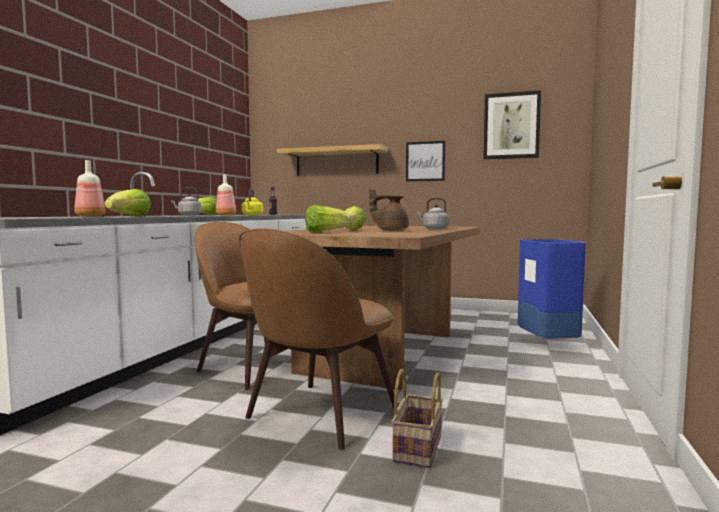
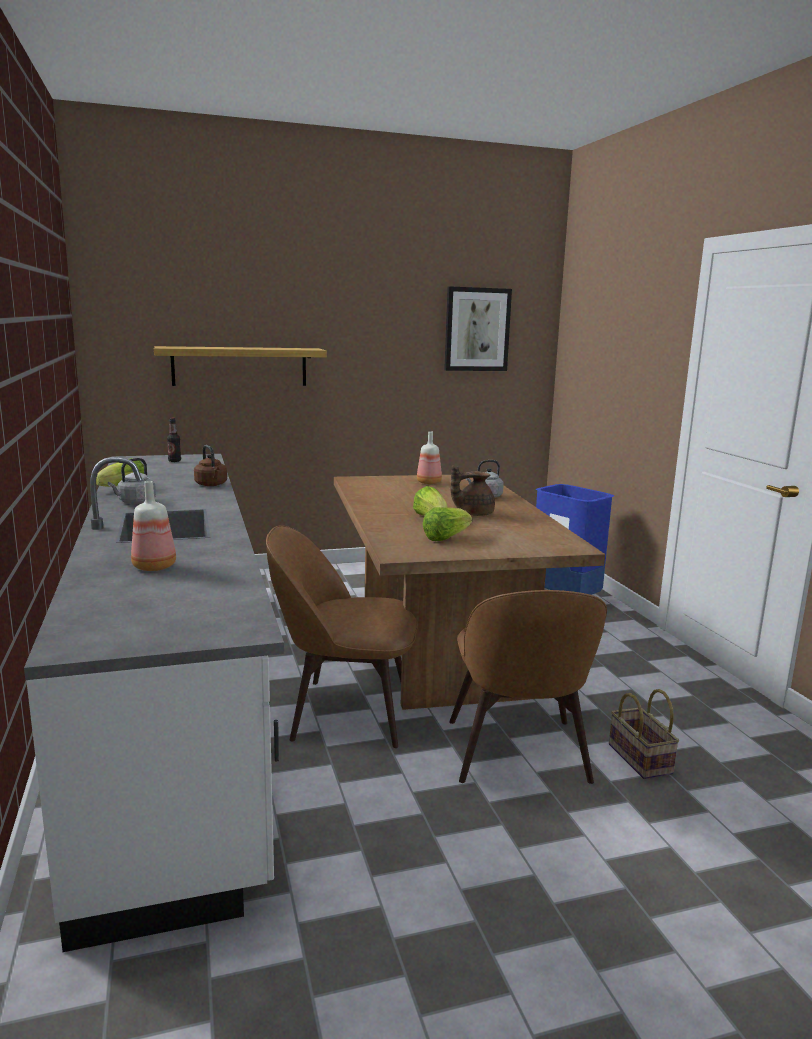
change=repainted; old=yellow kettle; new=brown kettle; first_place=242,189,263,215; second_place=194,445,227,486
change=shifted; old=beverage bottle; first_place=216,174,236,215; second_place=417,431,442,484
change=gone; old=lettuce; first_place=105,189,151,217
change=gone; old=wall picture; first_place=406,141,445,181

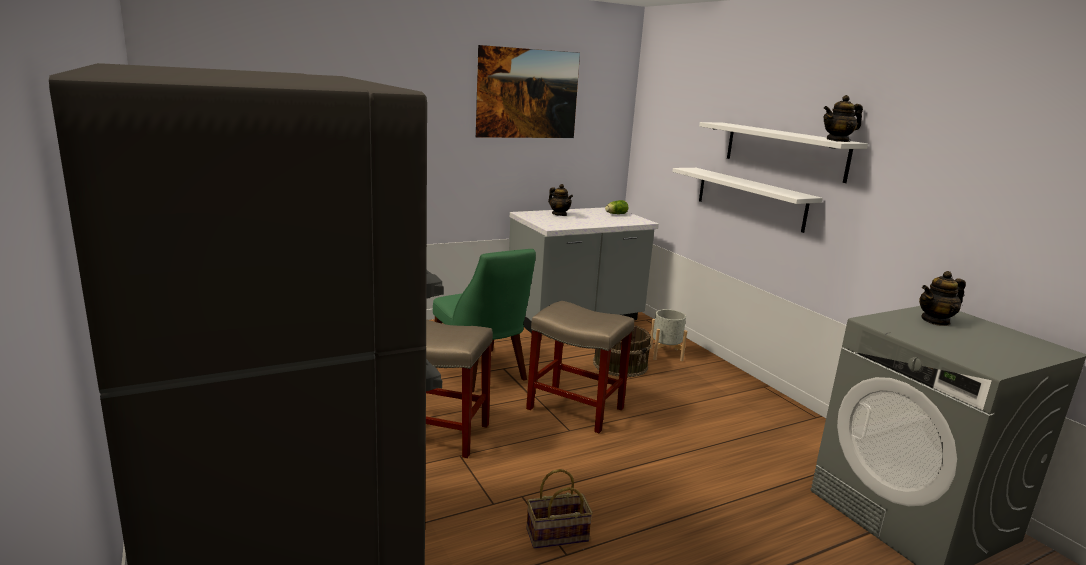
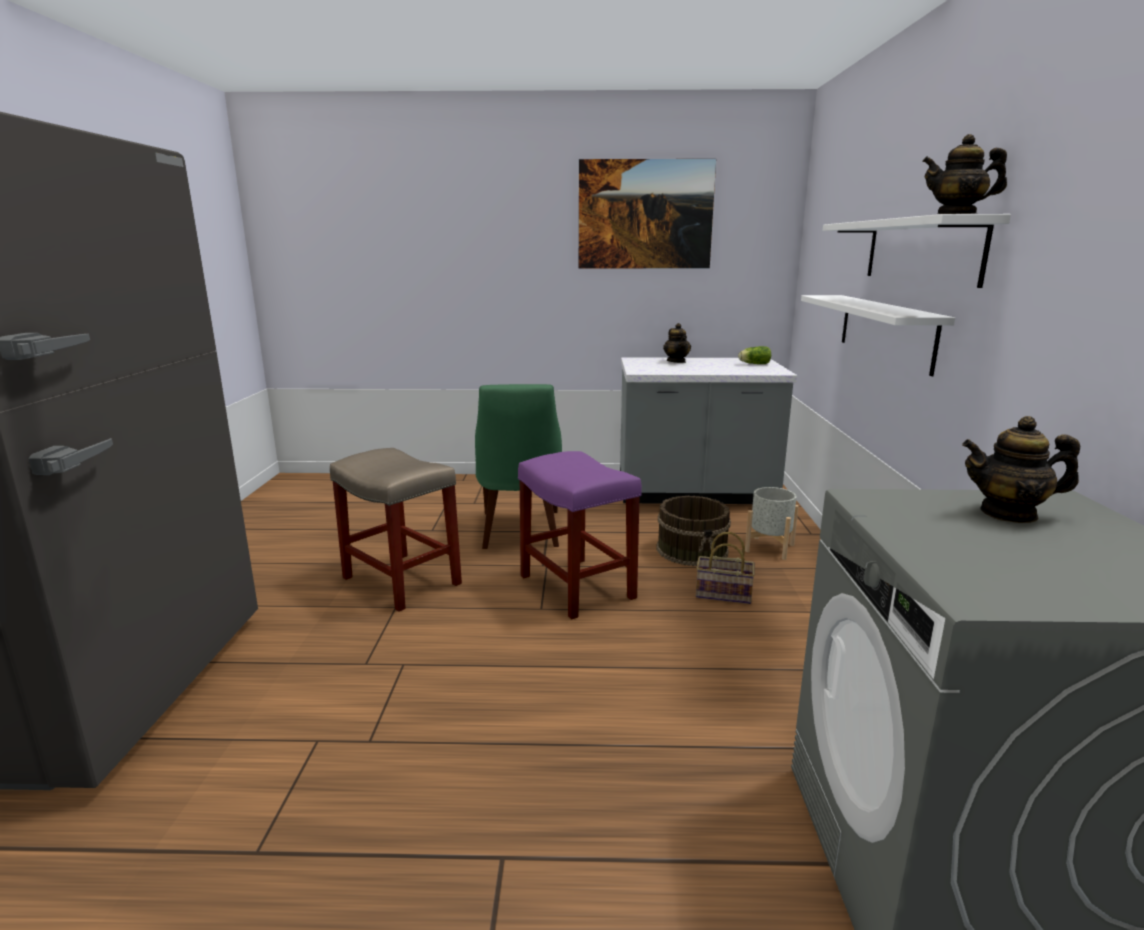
change=repainted; old=beige-coloured stool; new=purple-coloured stool; first_place=526,301,634,433; second_place=518,451,642,619
change=shifted; old=storage basket; first_place=526,469,593,549; second_place=696,532,755,604

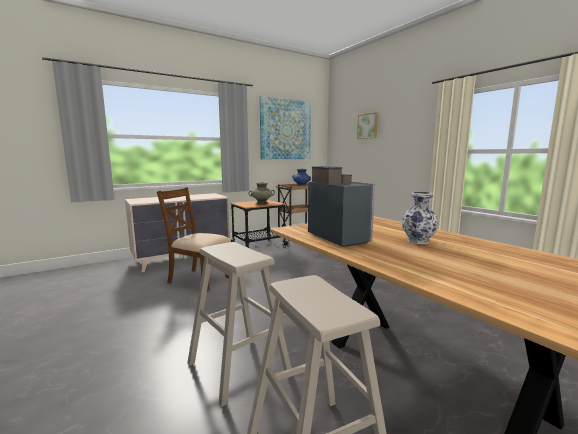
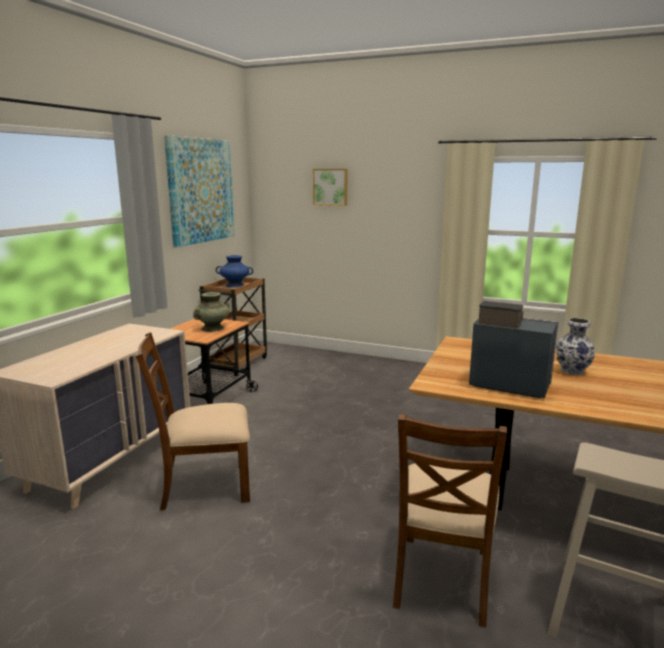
change=swapped; old=beige-coloured stool; new=brown plain chair; first_place=187,242,291,407; second_place=393,414,507,628

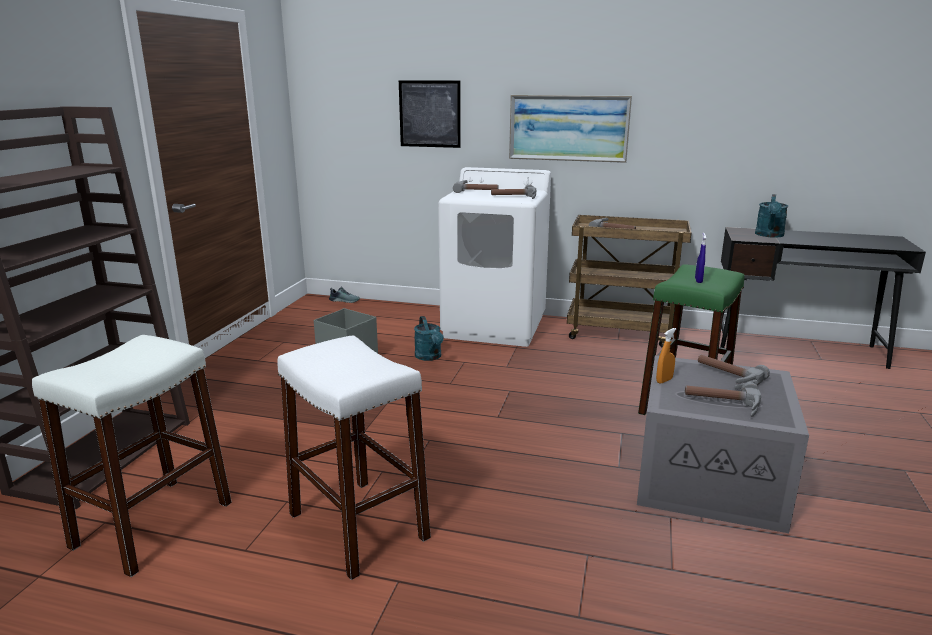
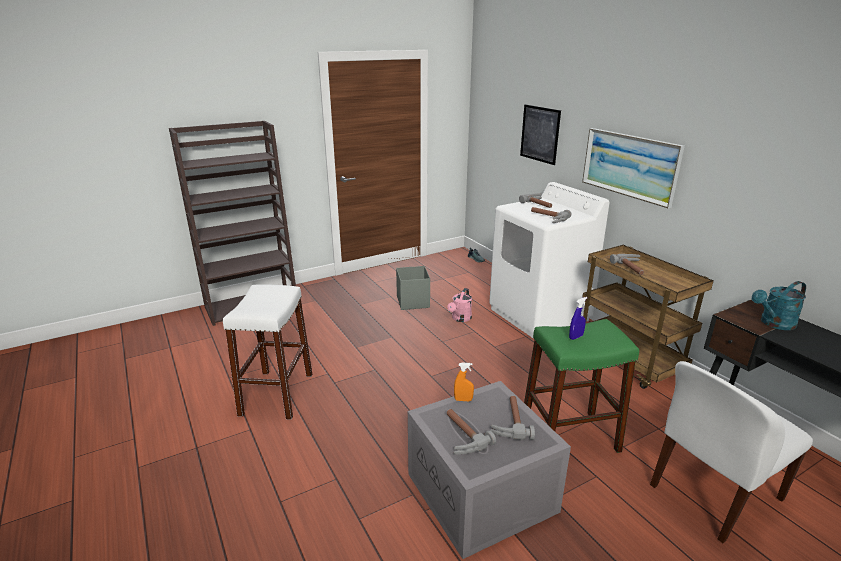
change=repainted; old=turquoise-coloured watering can; new=pink-coloured watering can; first_place=414,316,444,361; second_place=447,288,472,322
change=new; new=whitish plain chair; second_place=650,361,813,543
change=gone; old=whitish stool; first_place=32,335,232,577

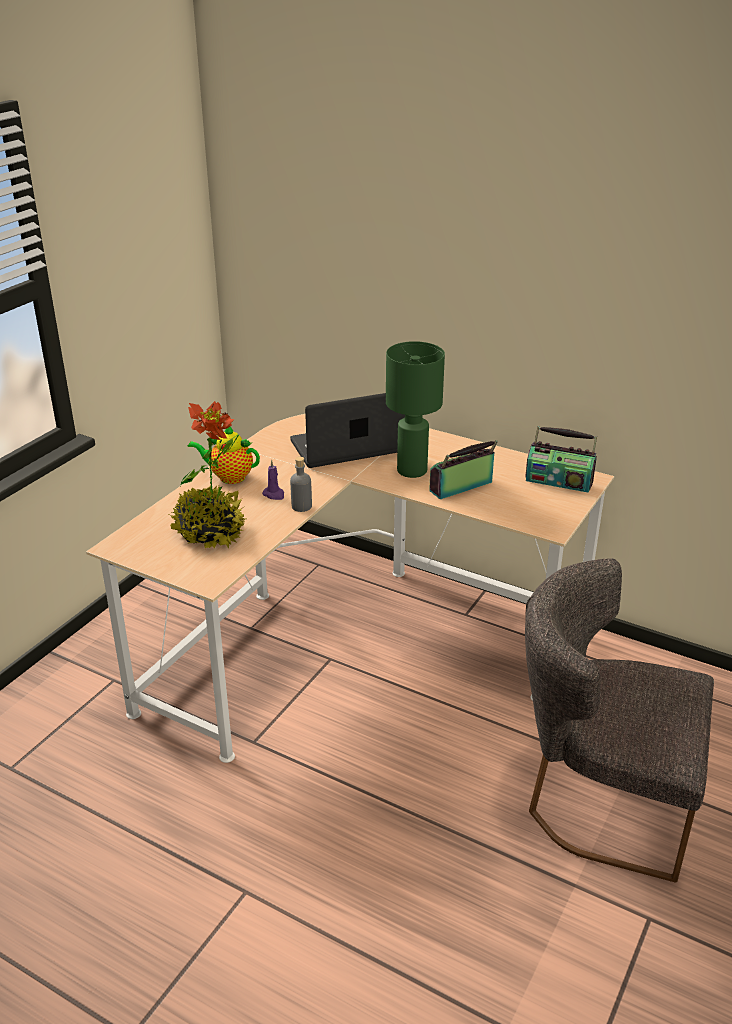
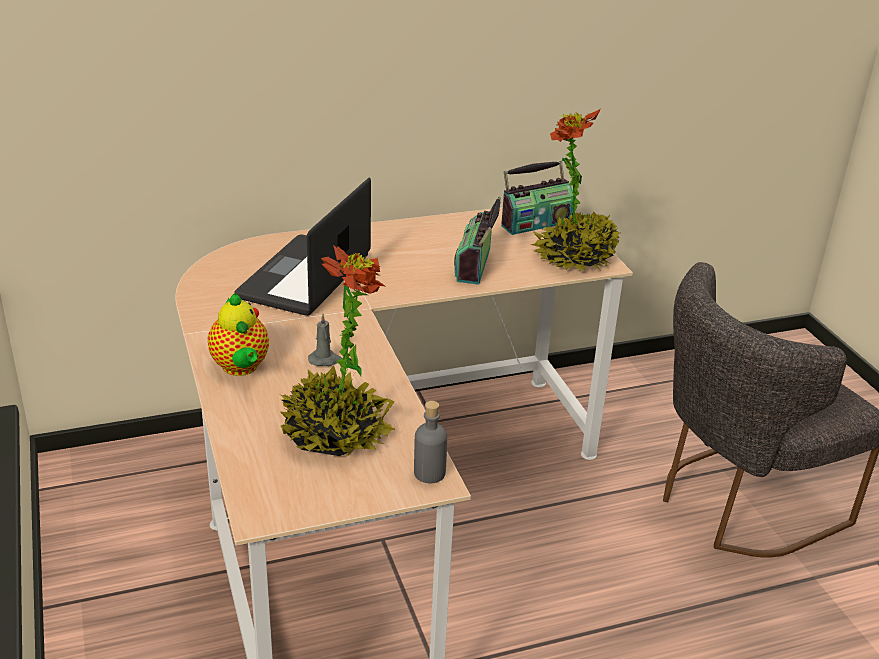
change=rotated; old=tea pot; first_place=188,427,260,484; second_place=208,293,269,376; degrees=-75
change=repainted; old=purple-coloured candle; new=grey candle; first_place=262,460,284,500; second_place=308,314,342,366
change=shifted; old=grey beverage bottle; first_place=290,457,312,512; second_place=414,401,447,483
change=new; new=plant in a pot; second_place=530,109,620,271
change=gone; old=green lamp for a table; first_place=386,341,445,478

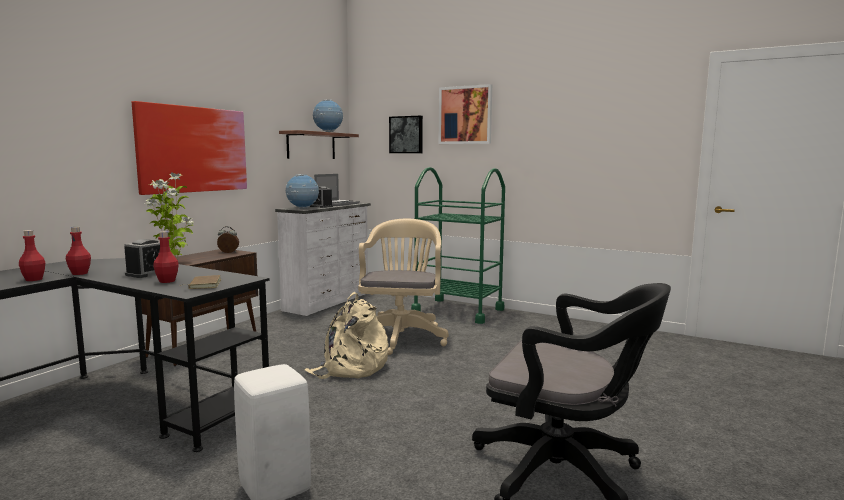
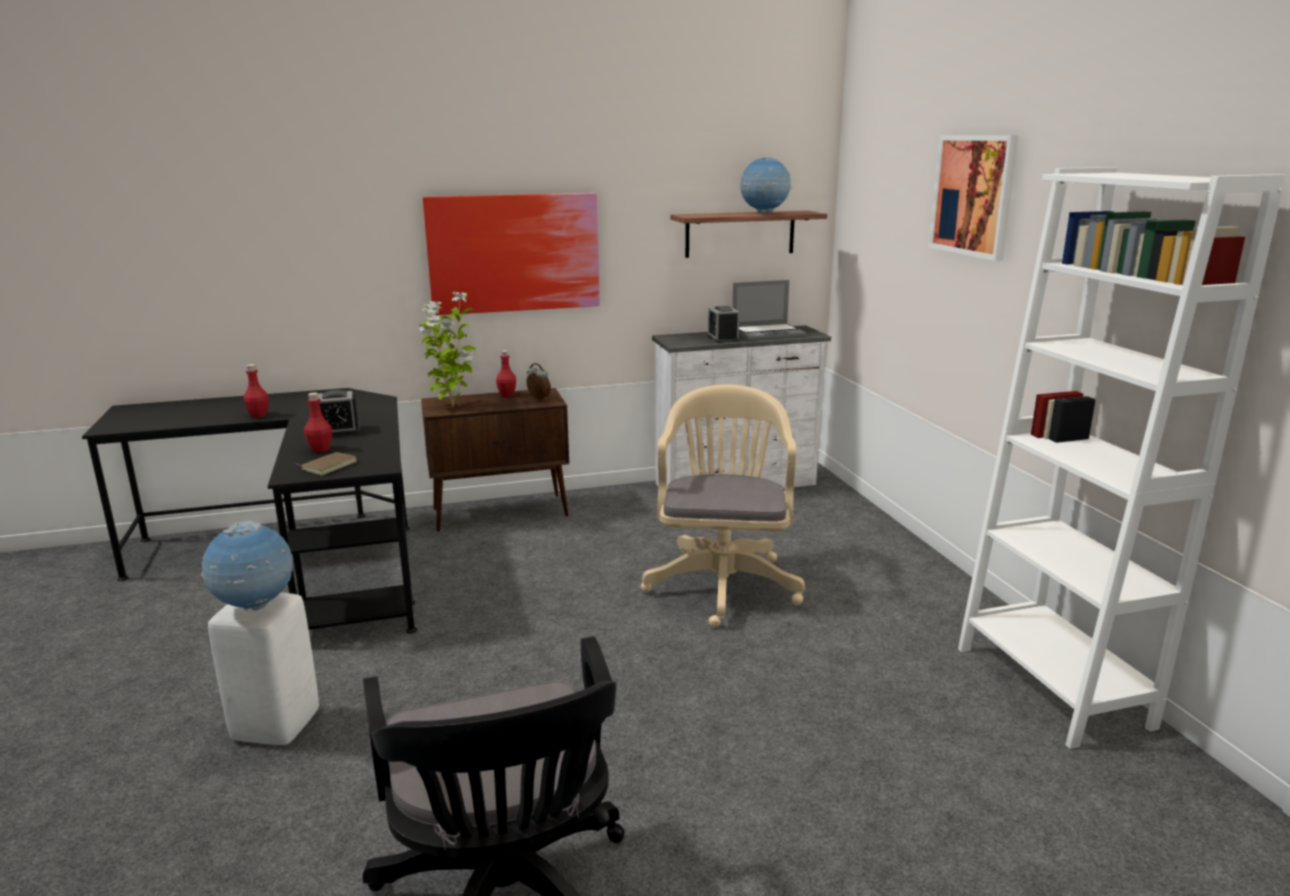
change=shifted; old=globe; first_place=286,174,319,209; second_place=201,521,293,611
change=shifted; old=red-coloured beverage bottle; first_place=66,227,91,275; second_place=496,350,516,397
change=rotated; old=beige-coloured computer chair; first_place=358,219,449,355; second_place=641,384,805,628; degrees=-45
change=new; new=whitish shelving unit; second_place=958,167,1286,749
change=gone; old=beige-coloured backpack; first_place=304,292,388,379
change=gone; old=wall picture; first_place=389,116,423,153
change=gone; old=green wheeled cart; first_place=411,167,505,324

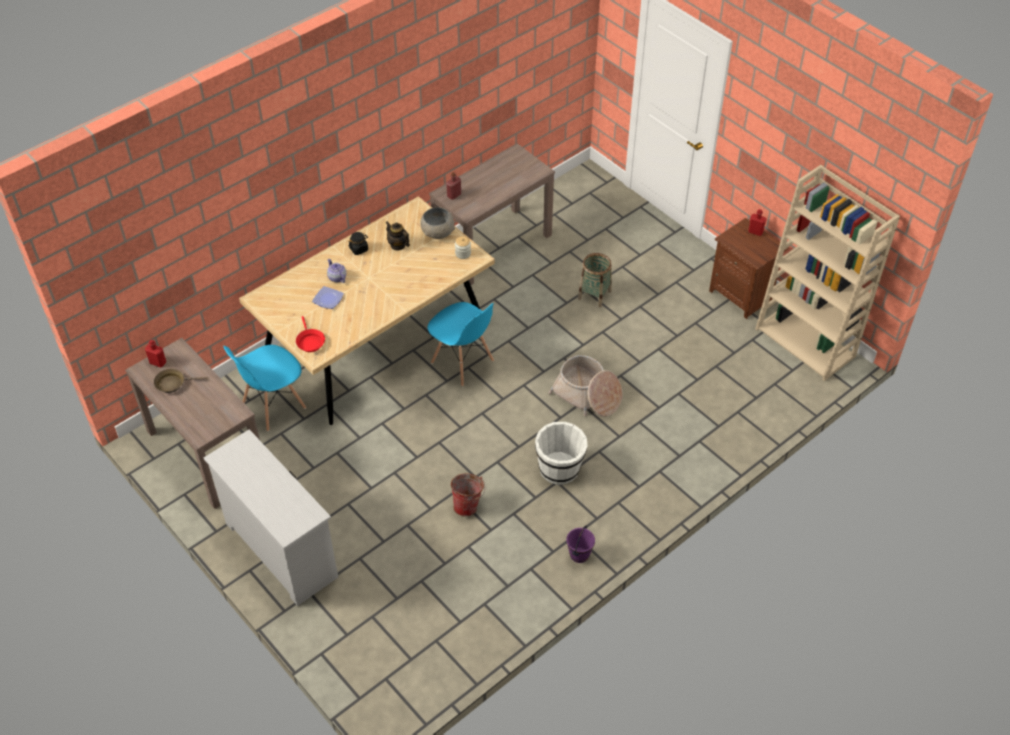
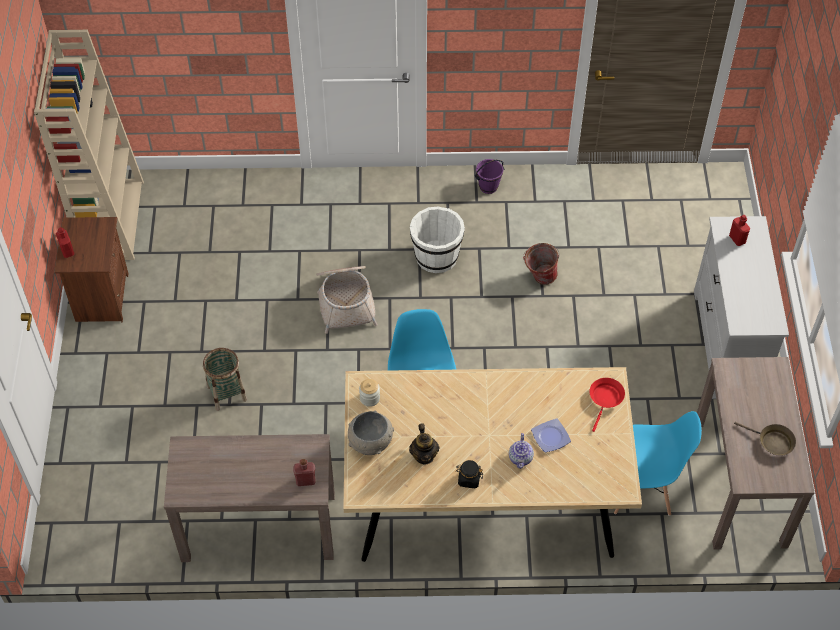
change=shifted; old=red-coloured beverage bottle; first_place=145,340,166,368; second_place=729,215,750,246

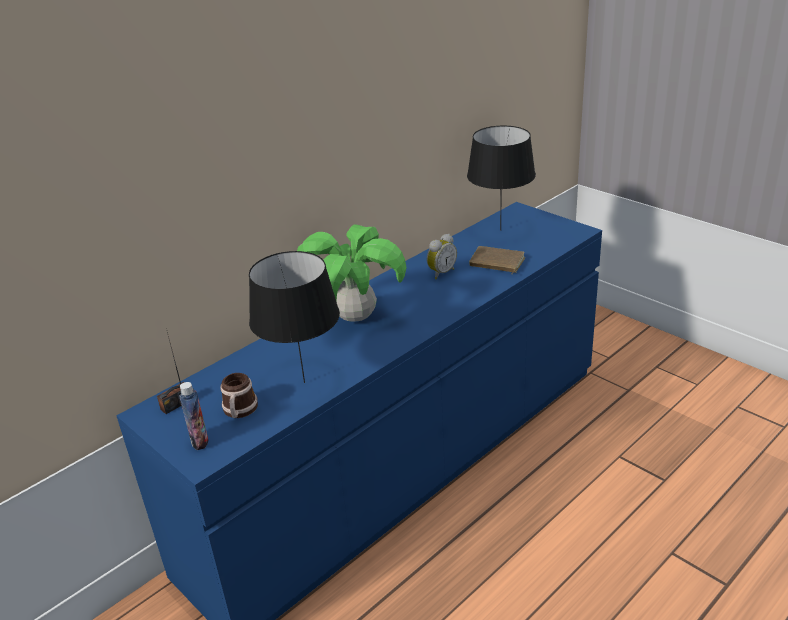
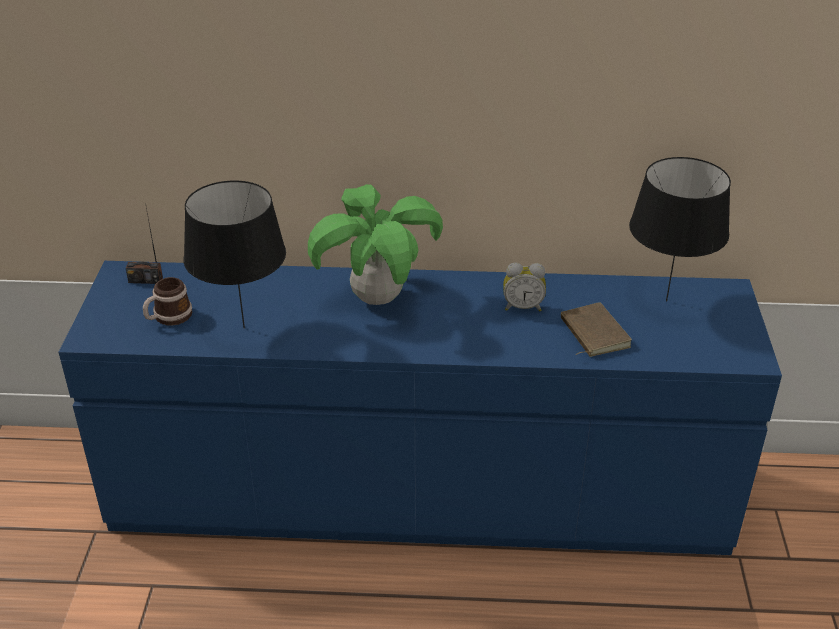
change=gone; old=beverage bottle; first_place=180,382,208,450

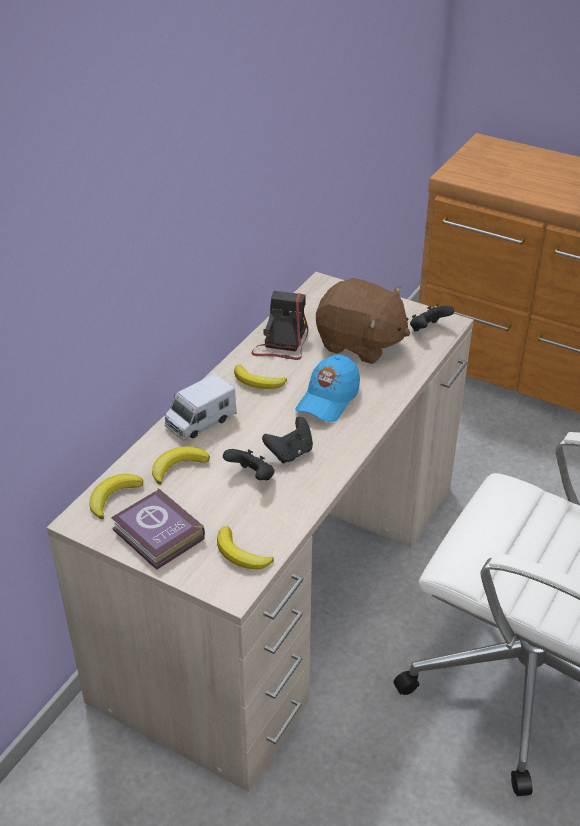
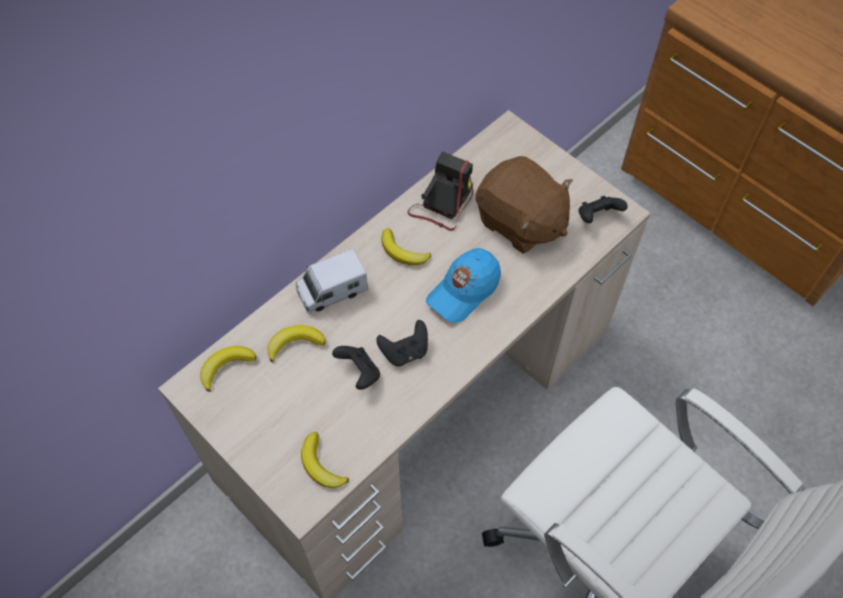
change=gone; old=bound book; first_place=111,488,205,570

